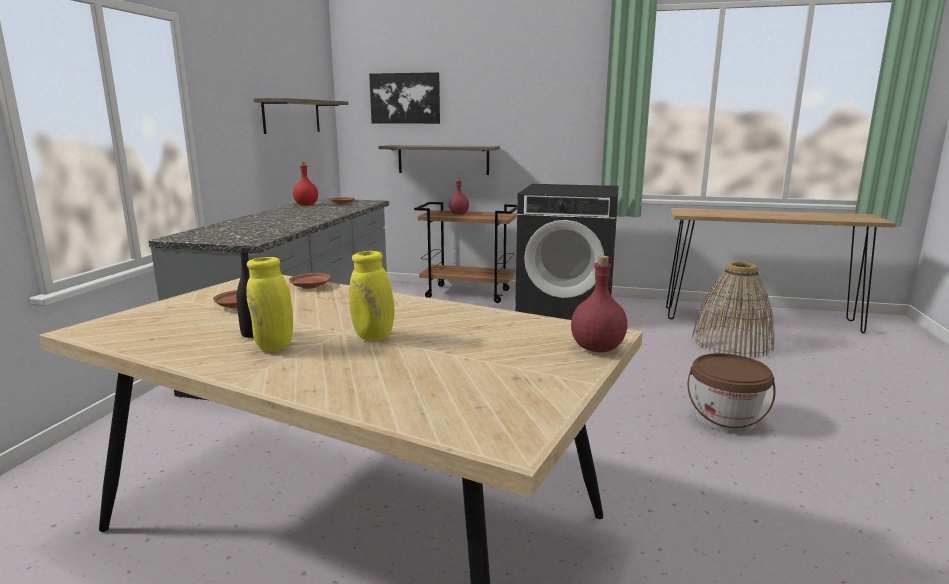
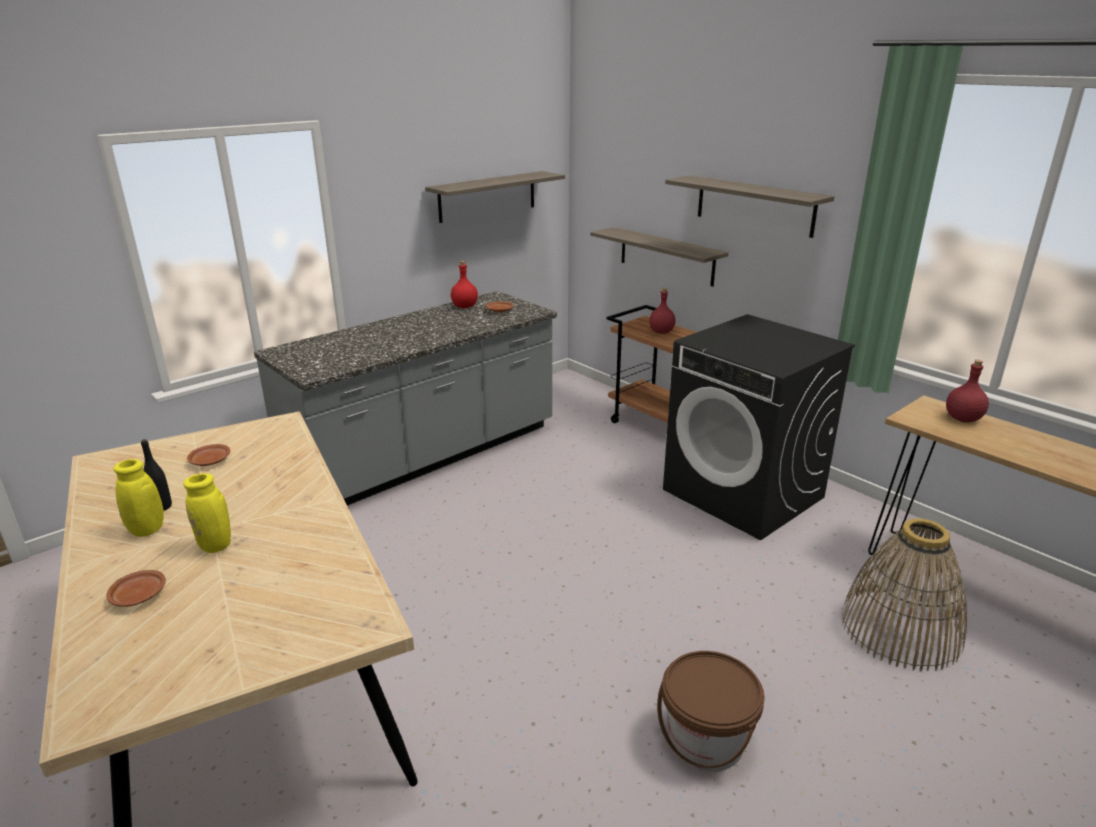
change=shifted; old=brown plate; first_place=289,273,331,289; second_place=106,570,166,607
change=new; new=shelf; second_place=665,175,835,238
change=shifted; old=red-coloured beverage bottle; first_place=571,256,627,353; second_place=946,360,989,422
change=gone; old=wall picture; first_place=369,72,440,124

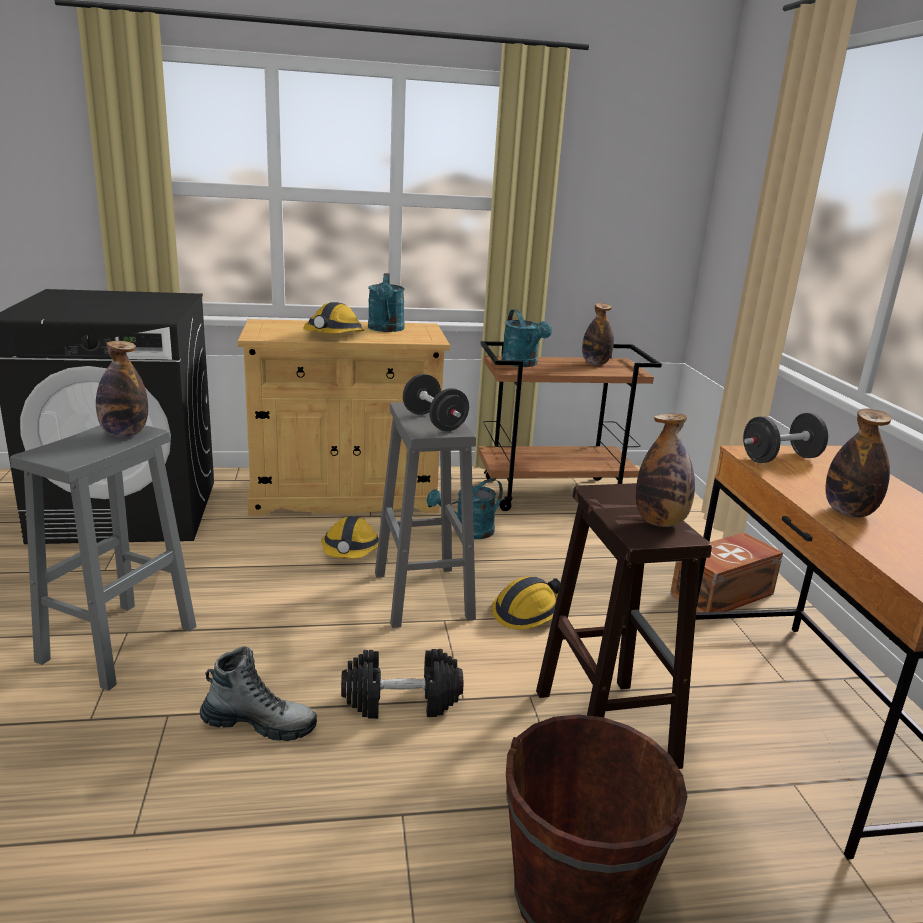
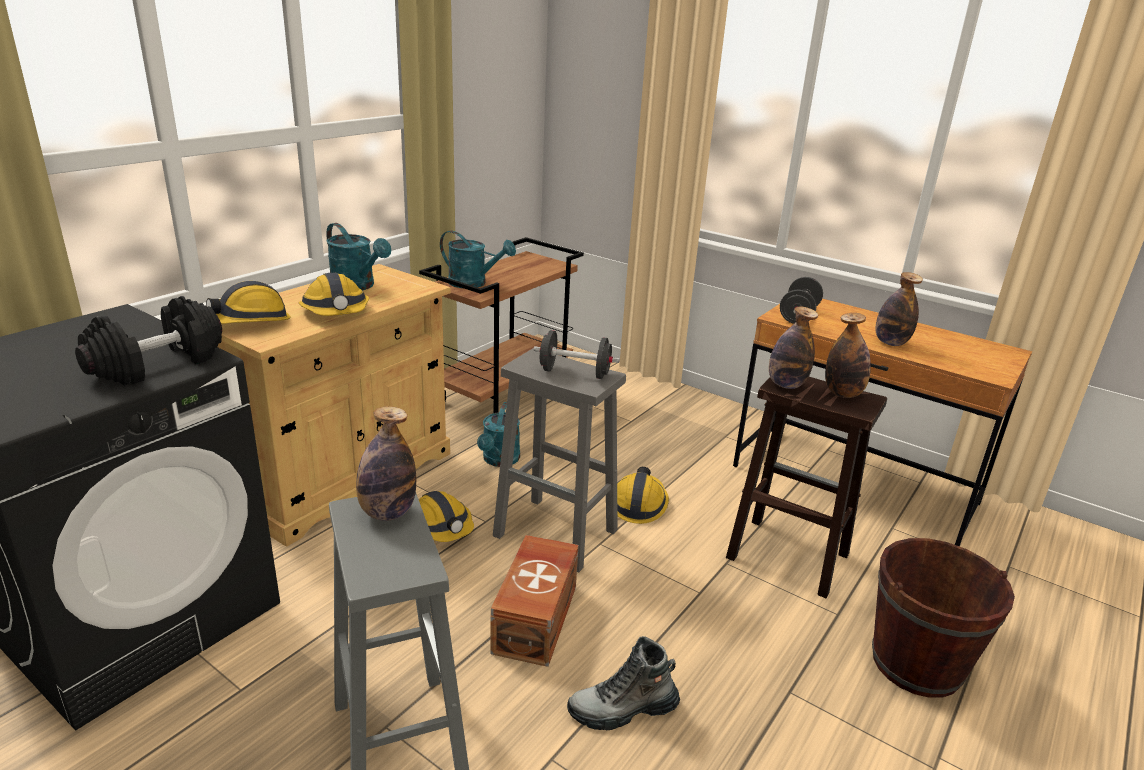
change=shifted; old=black hand weight; first_place=341,649,463,719; second_place=75,296,222,386
change=new; new=safety helmet; second_place=206,281,291,324
change=shifted; old=brown storage box; first_place=670,532,783,612; second_place=490,535,579,667
change=rotated; old=boot; first_place=200,646,317,741; second_place=567,636,680,730; degrees=-150
change=shifted; old=beverage bottle; first_place=582,303,614,365; second_place=769,307,818,389

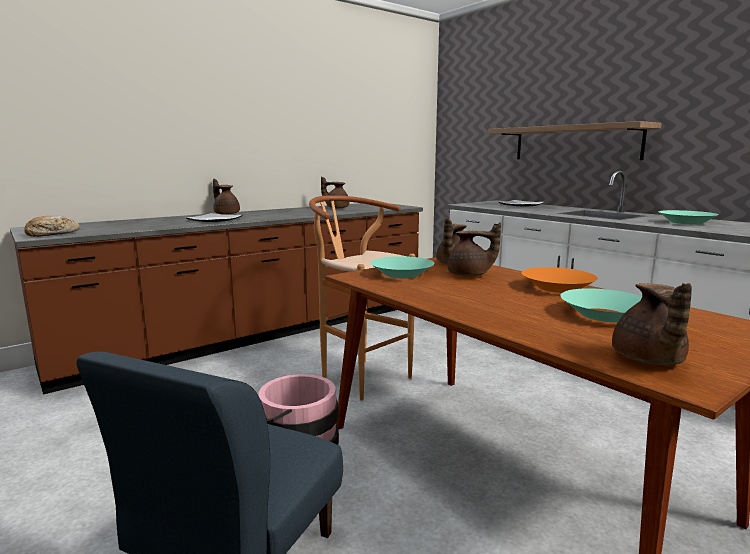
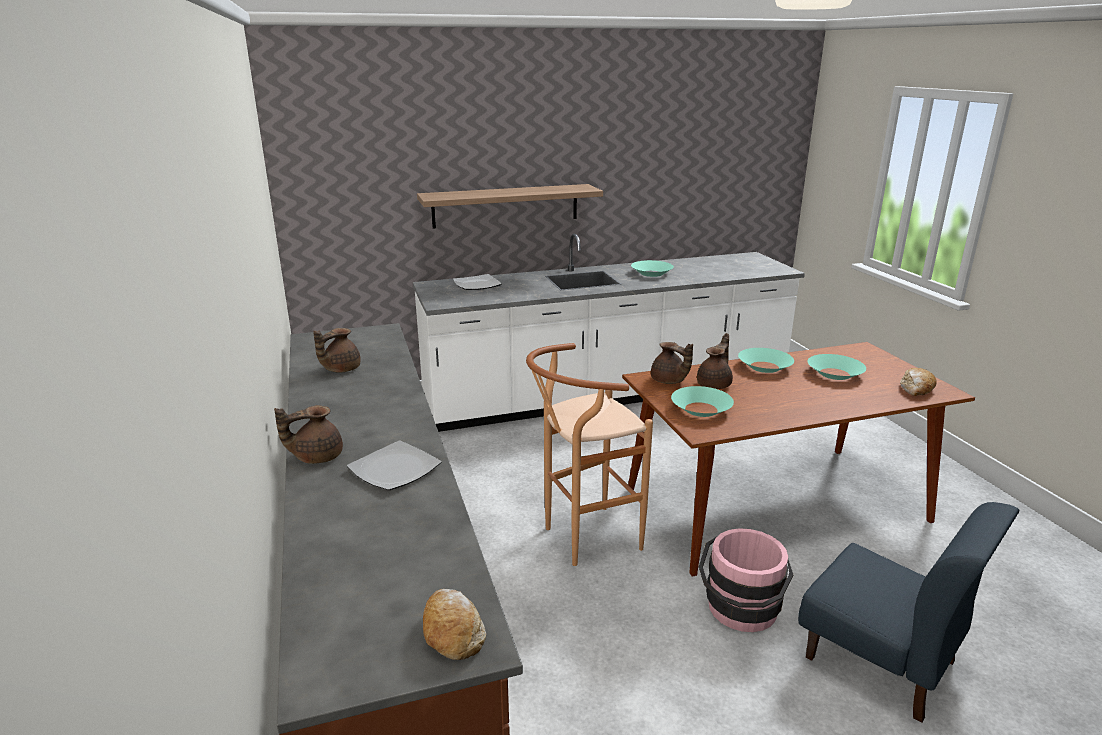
change=repainted; old=orangey deep dish; new=turquoise-coloured deep dish; first_place=522,267,598,293; second_place=738,348,794,373
change=swapped; old=brown tea pot; new=bakery bread; first_place=612,283,692,365; second_place=900,368,937,396

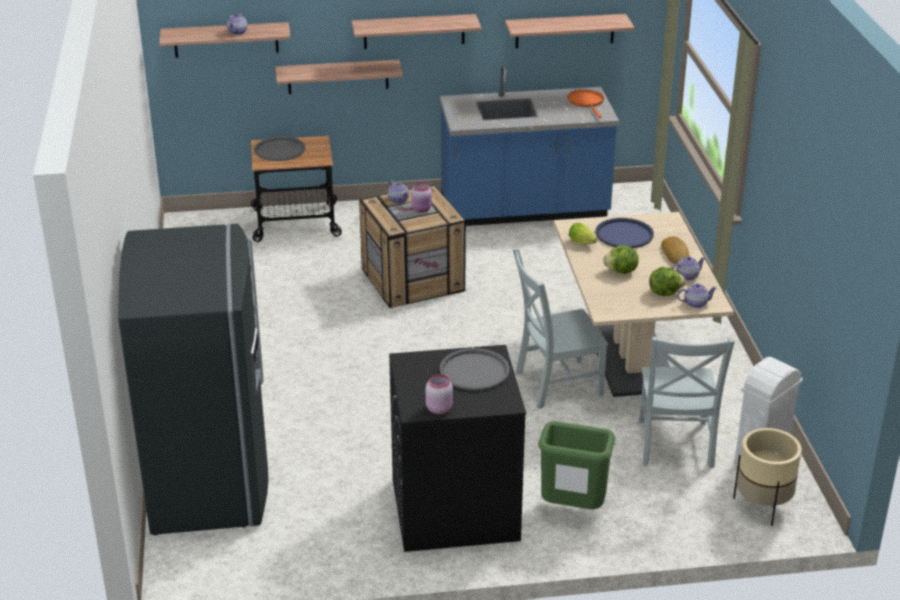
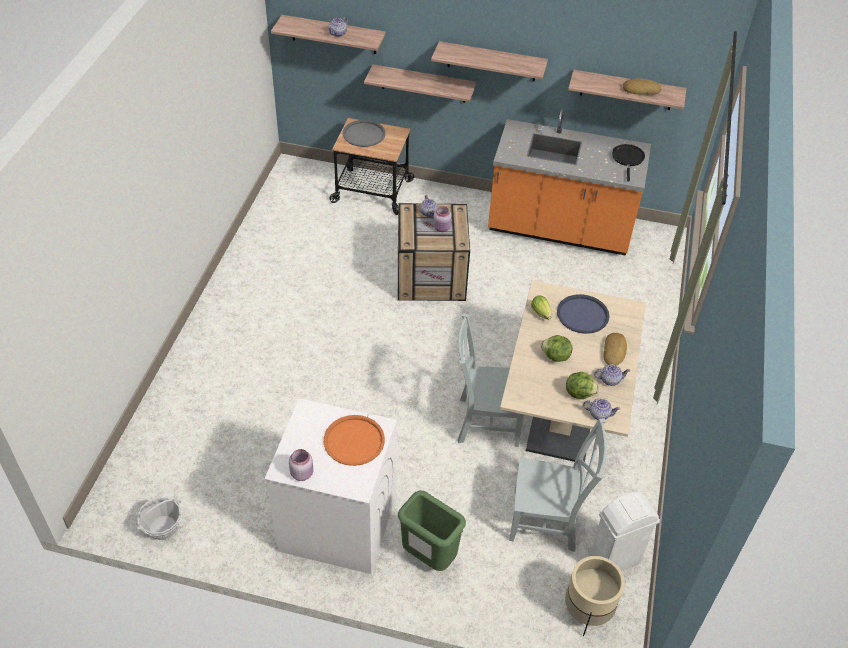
change=new; new=storage basket; second_place=137,497,182,540
change=repainted; old=black washing machine; new=whitish washing machine; first_place=389,345,526,552; second_place=265,398,397,574
change=repainted; old=grey carrying tray; new=orangey carrying tray; first_place=440,348,510,390; second_place=324,415,385,466
change=repainted; old=blue counter; new=orangey counter; first_place=440,65,619,226; second_place=488,109,651,256
change=rotated; old=grey plain chair; first_place=639,336,735,468; second_place=509,418,607,552; degrees=-105
change=repainted; old=orangey frying pan; new=black frying pan; first_place=568,89,604,118; second_place=612,144,645,181
change=new; new=bakery bread; second_place=623,78,661,95
change=gone; old=grey fridge; first_place=118,224,268,535

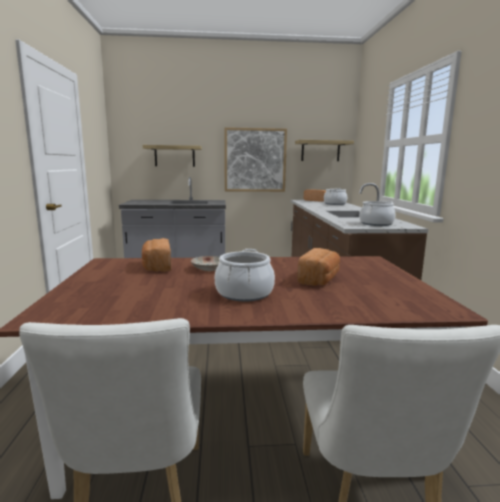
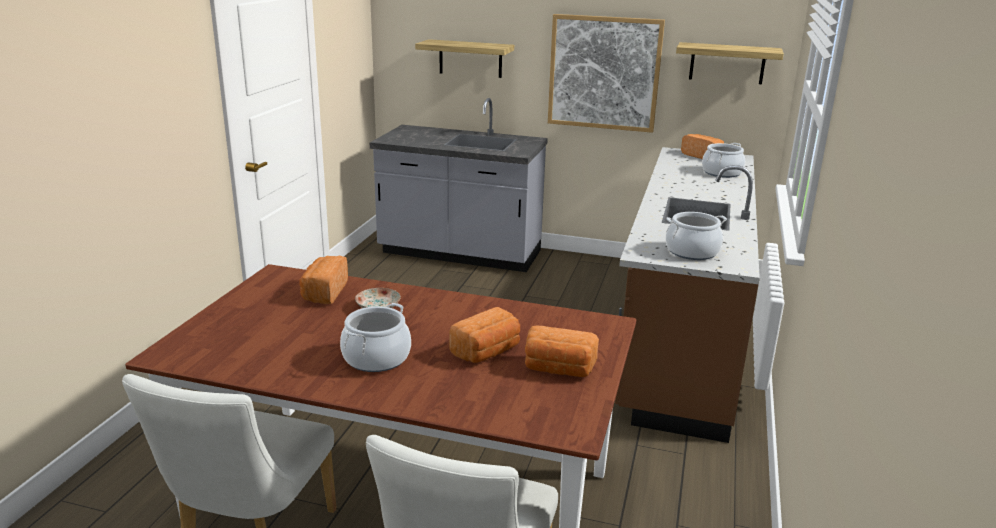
change=new; new=bakery bread; second_place=525,326,599,377

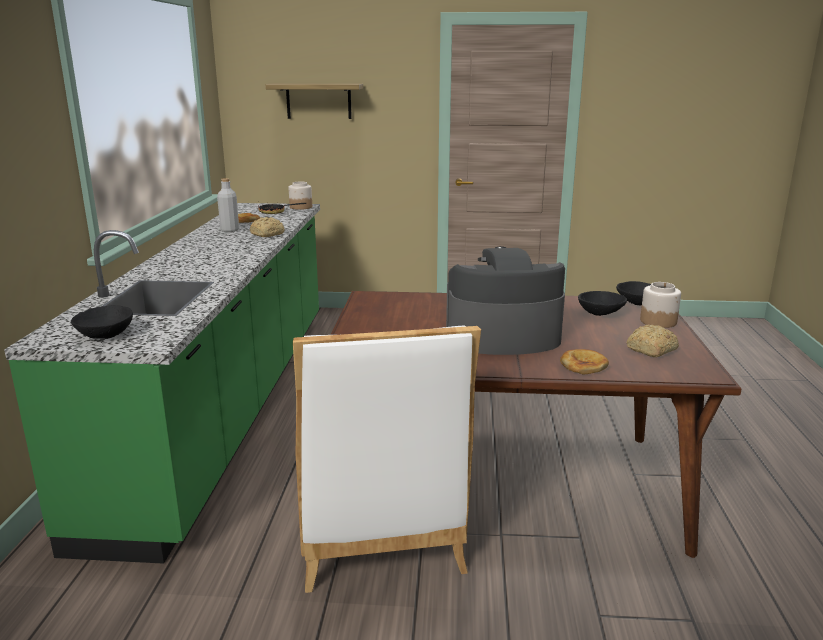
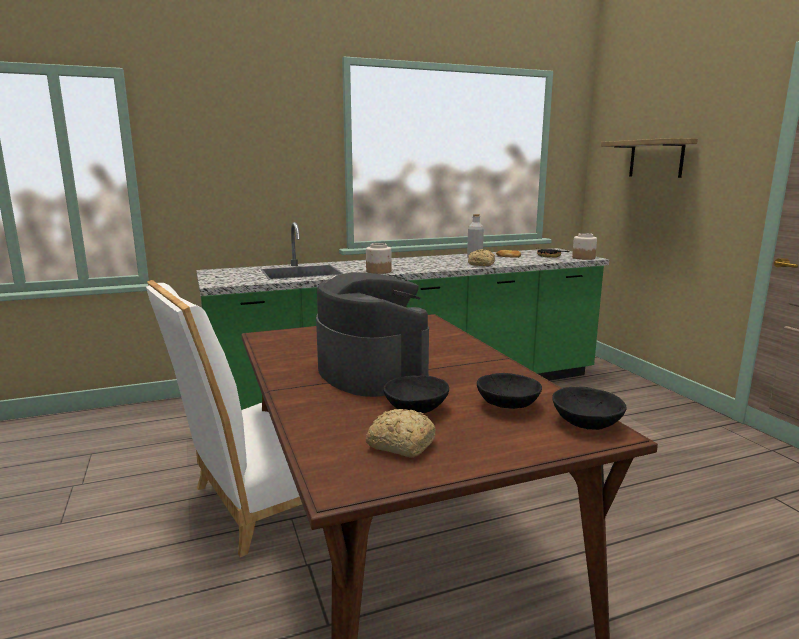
change=shifted; old=preserve jar; first_place=640,282,681,328; second_place=366,243,391,274
change=shifted; old=black deep dish; first_place=71,305,133,339; second_place=383,375,449,413
change=gone; old=bakery bread; first_place=560,349,609,374

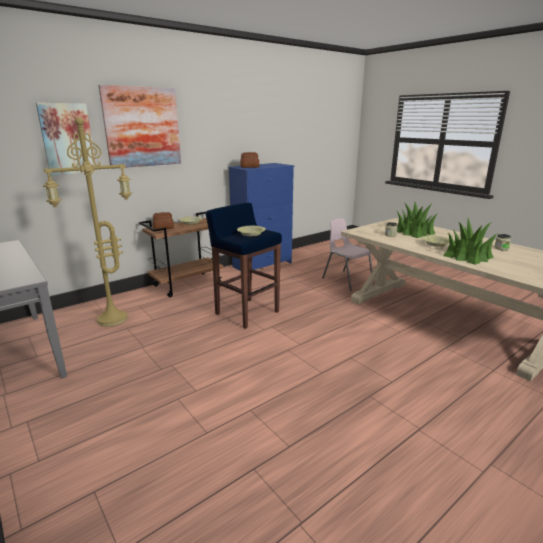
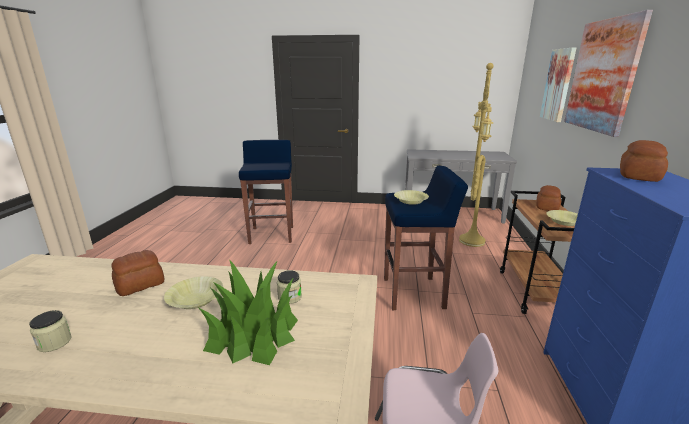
change=swapped; old=plant in a pot; new=bakery bread; first_place=443,218,497,265; second_place=111,250,165,296
change=new; new=blue stool; second_place=239,140,293,244

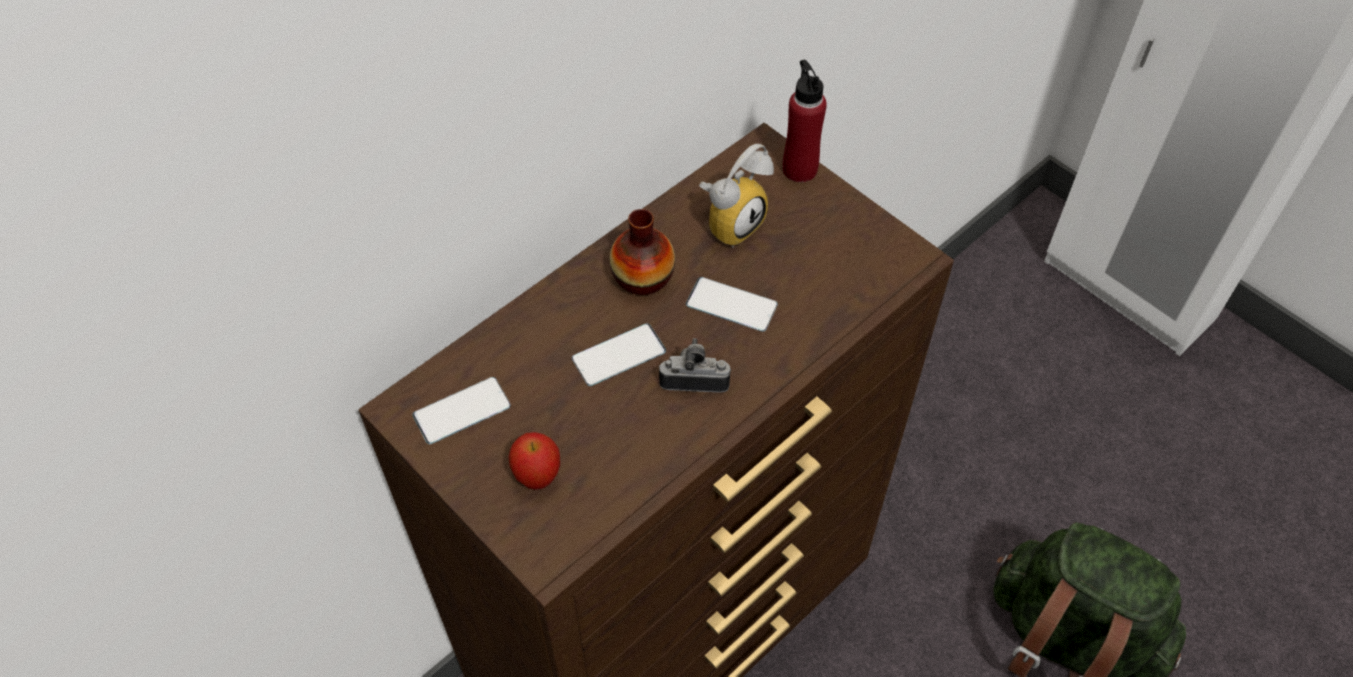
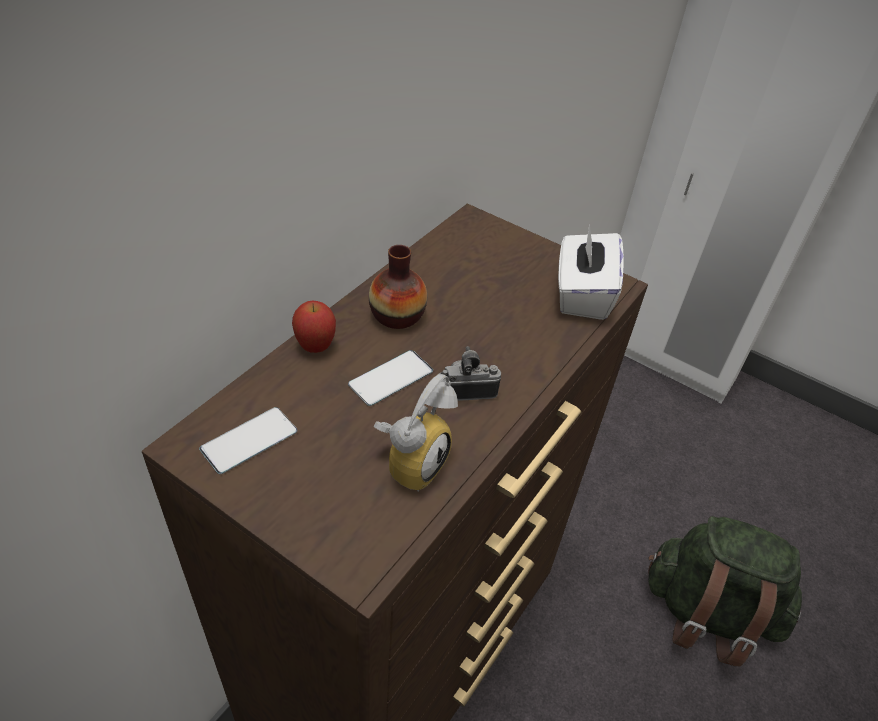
change=shifted; old=apple; first_place=509,432,560,490; second_place=292,301,336,353
change=shifted; old=alarm clock; first_place=699,144,774,248; second_place=374,374,458,492
change=new; new=whitish box of tissues; second_place=558,224,624,320
change=gone; old=handset; first_place=686,277,778,332
change=gone; old=red-coloured beverage bottle; first_place=783,60,827,182

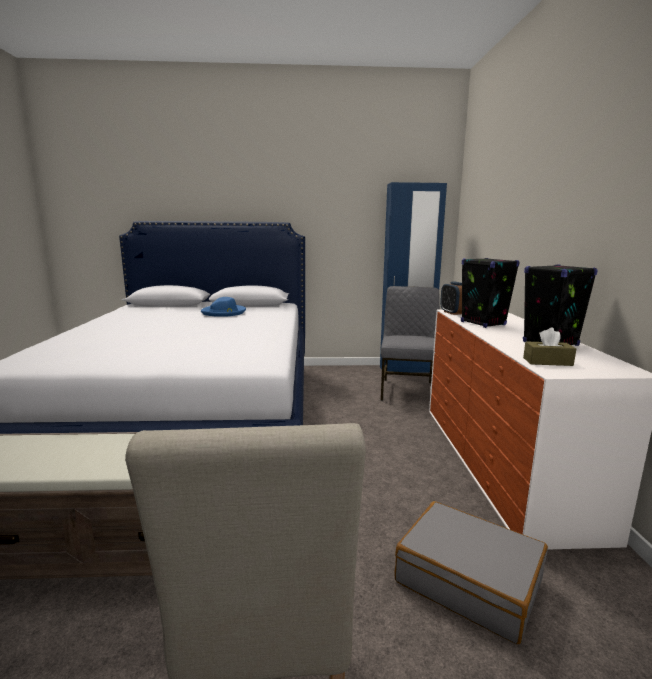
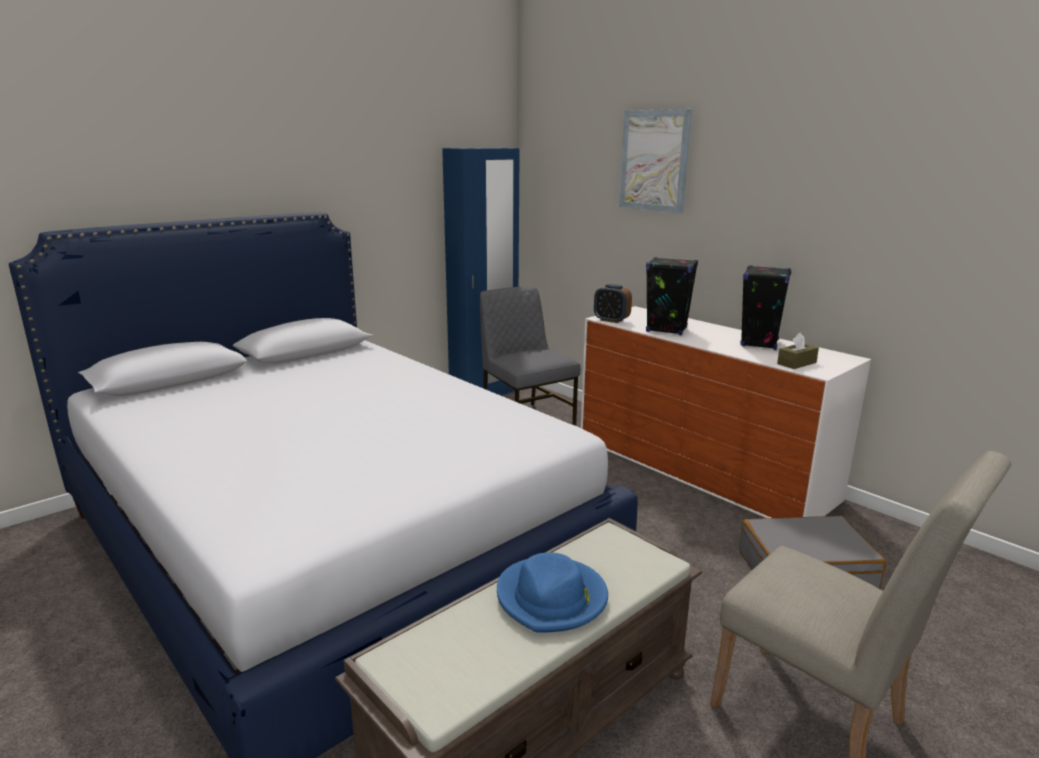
change=shifted; old=blue hat; first_place=201,297,246,317; second_place=497,552,608,633
change=new; new=wall picture; second_place=619,109,692,213

